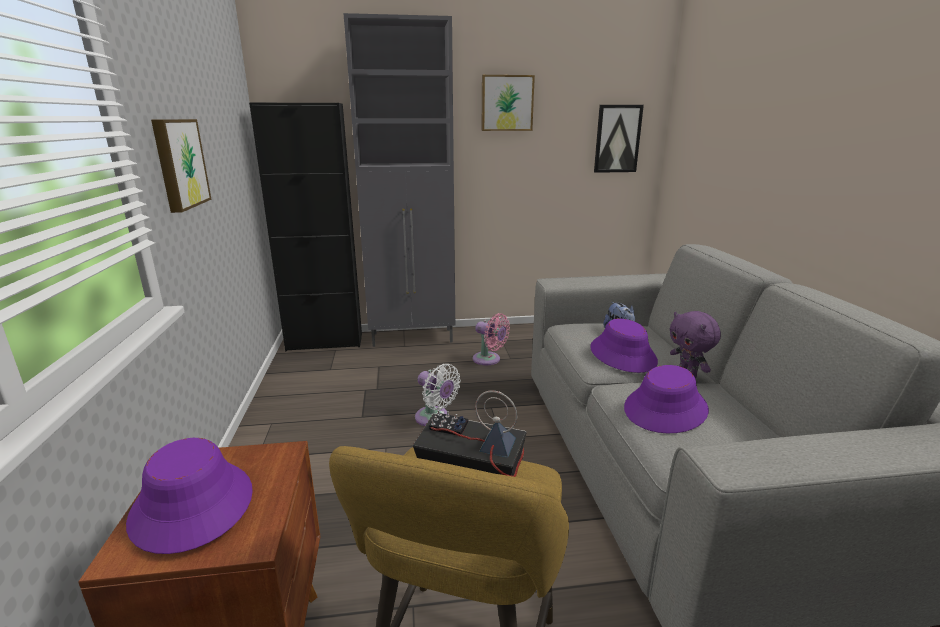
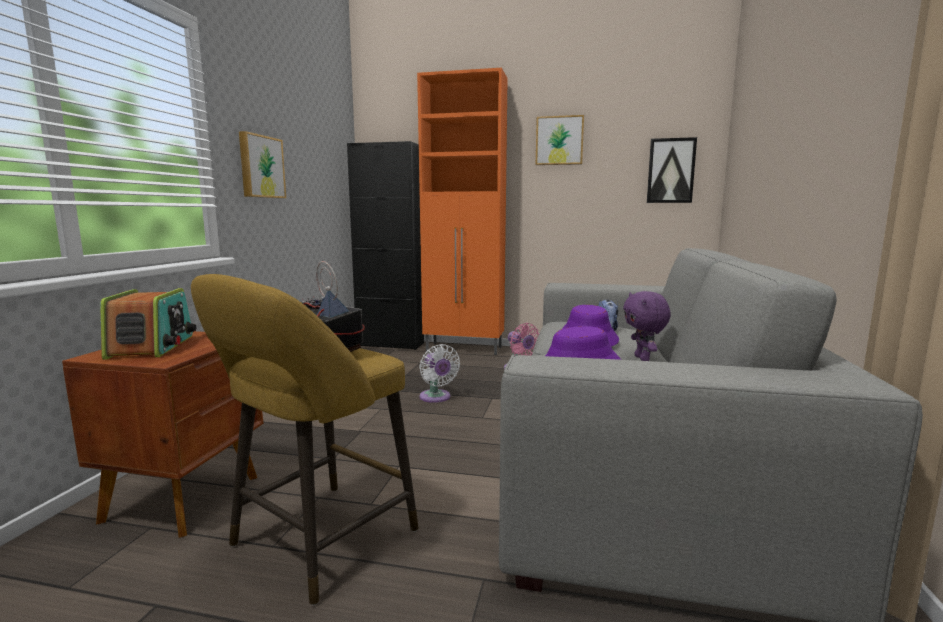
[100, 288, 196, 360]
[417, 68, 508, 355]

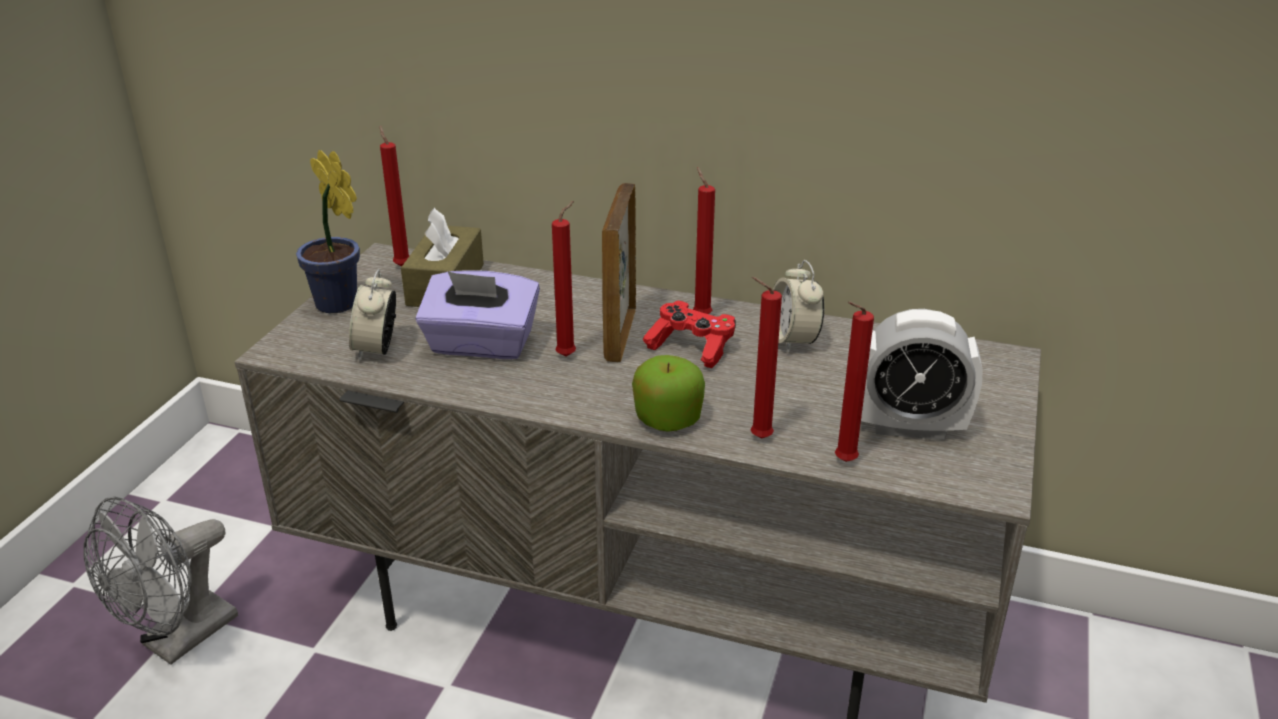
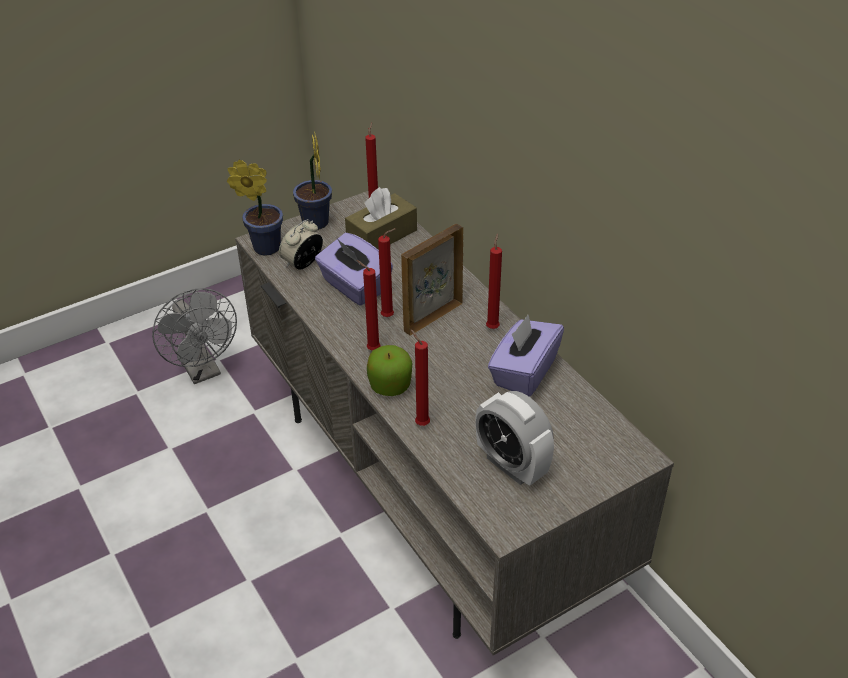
[643, 301, 736, 368] (first image)
[227, 160, 283, 255]
[356, 260, 380, 350]
[488, 315, 564, 397]
[152, 288, 237, 384]

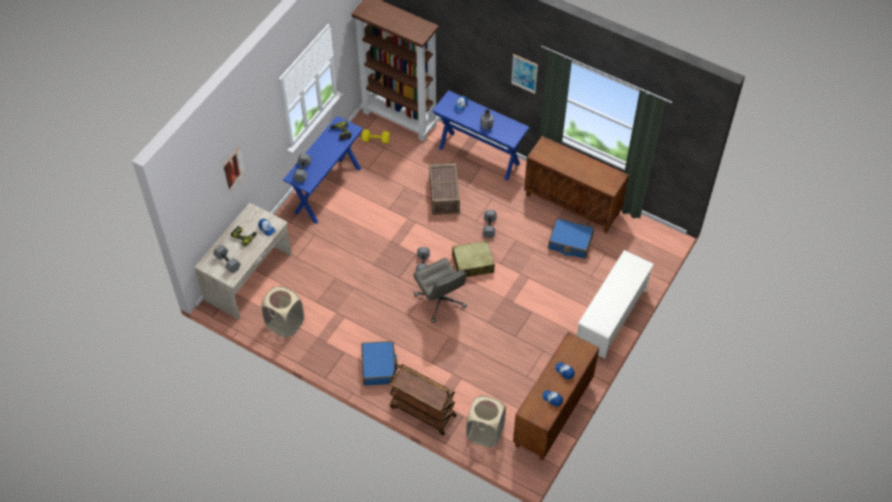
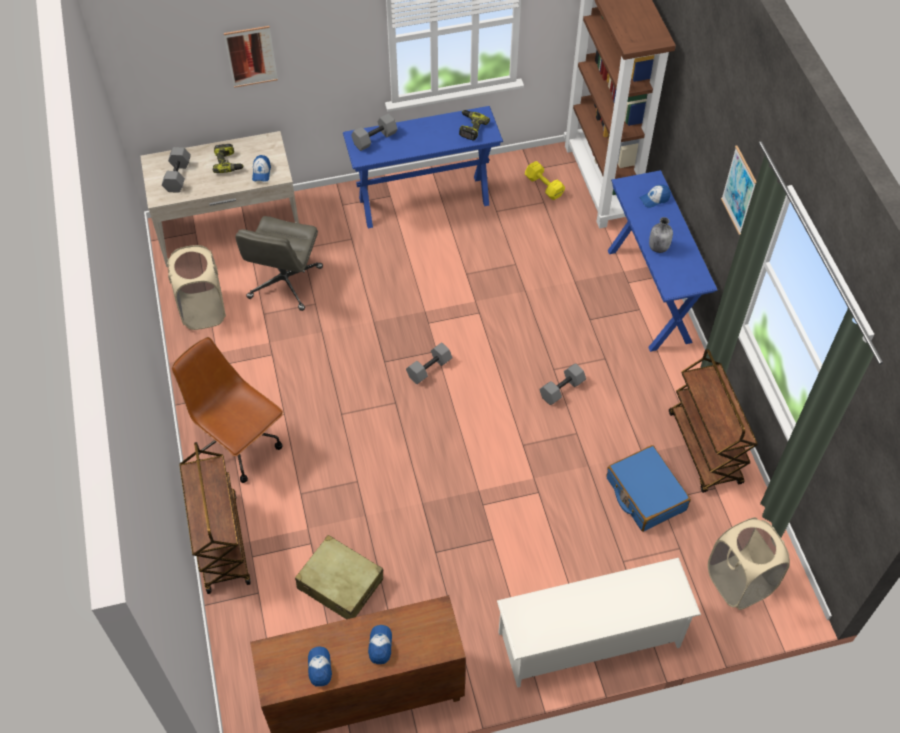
[429, 163, 460, 215] (first image)
[235, 216, 323, 311]
[295, 535, 383, 619]
[708, 517, 790, 610]
[172, 337, 284, 483]
[669, 349, 758, 493]

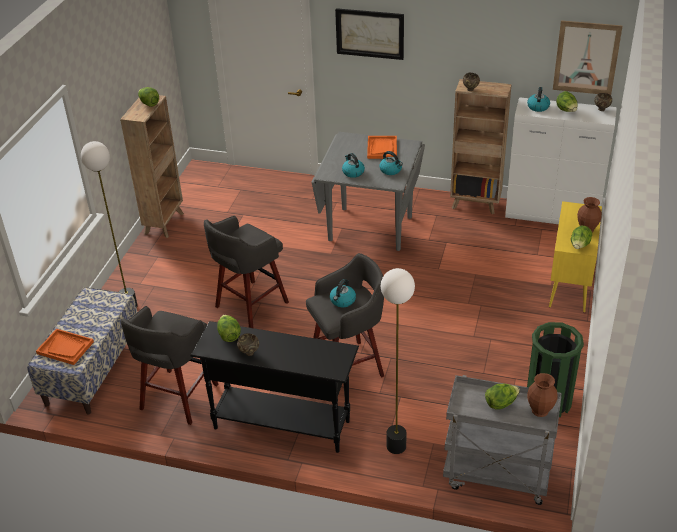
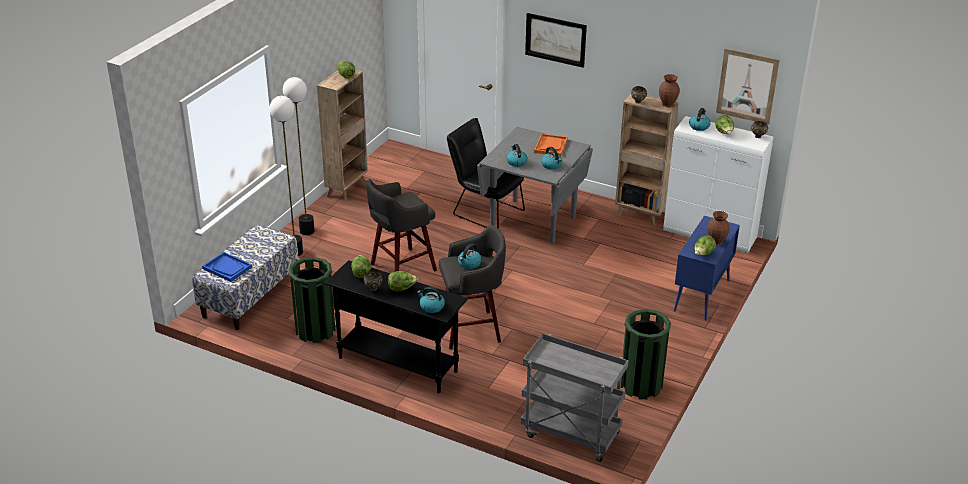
[417, 287, 445, 313]
[447, 118, 525, 229]
[283, 77, 315, 235]
[388, 271, 418, 292]
[659, 74, 680, 107]
[289, 257, 336, 343]
[202, 252, 252, 282]
[674, 216, 740, 321]

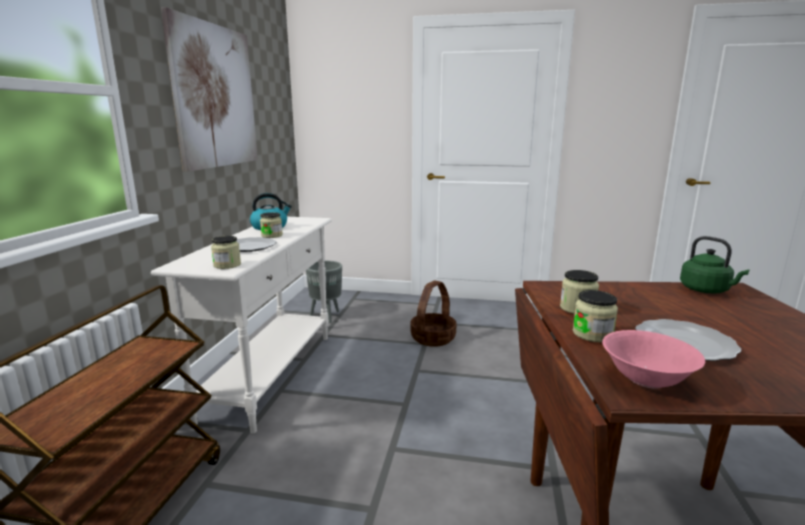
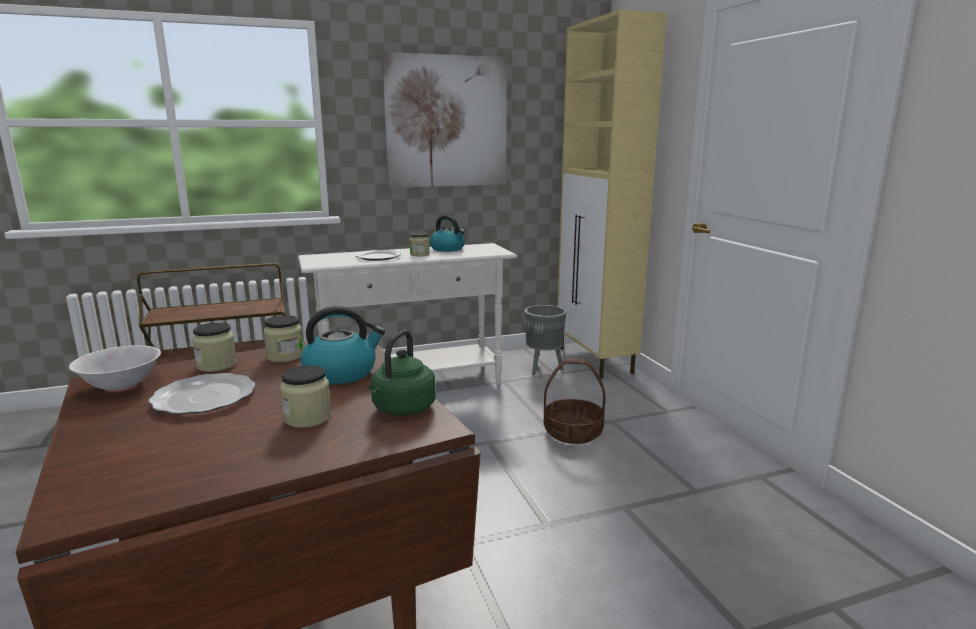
[300, 306, 385, 384]
[557, 9, 667, 379]
[280, 365, 331, 428]
[69, 345, 161, 392]

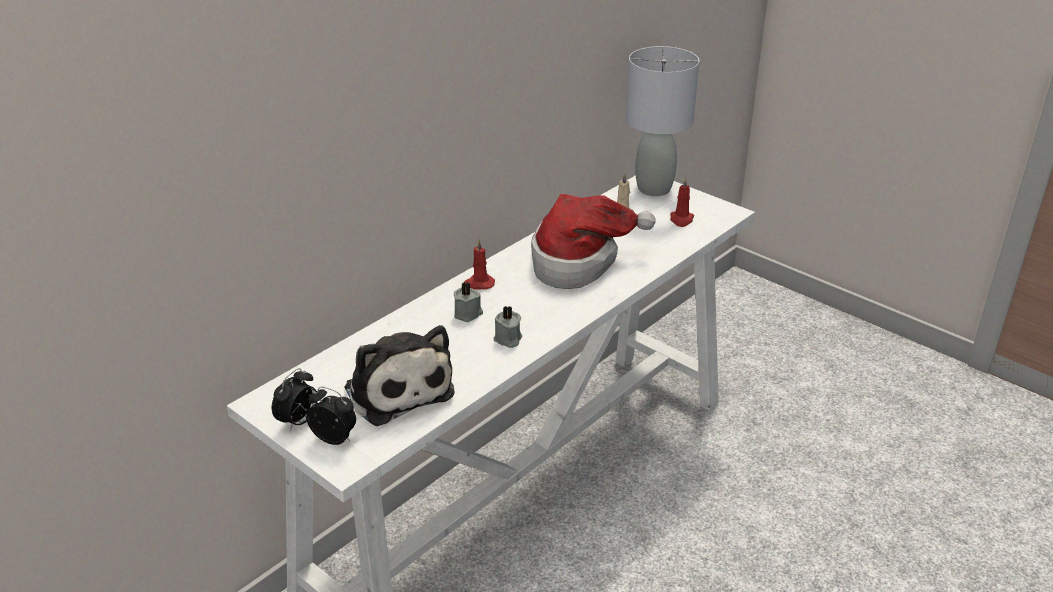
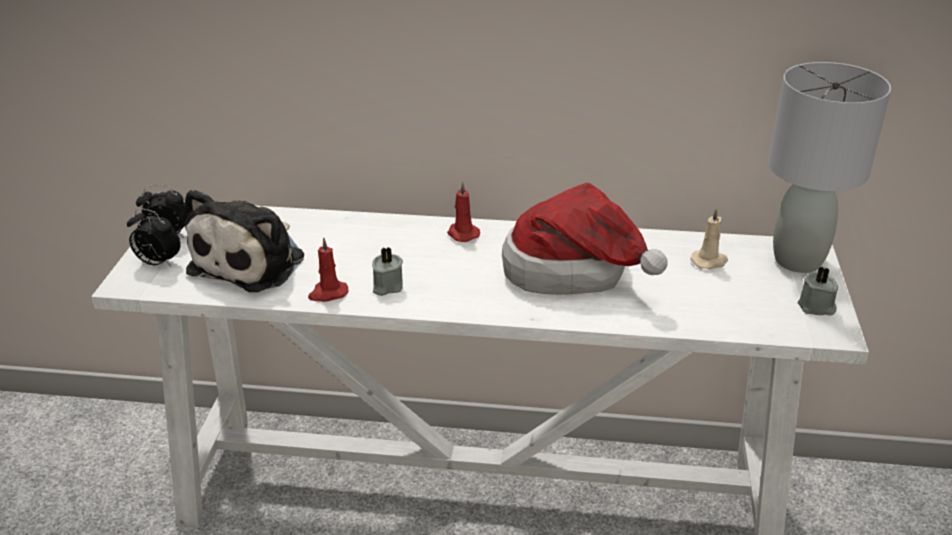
[798, 266, 838, 316]
[308, 237, 349, 302]
[127, 208, 181, 267]

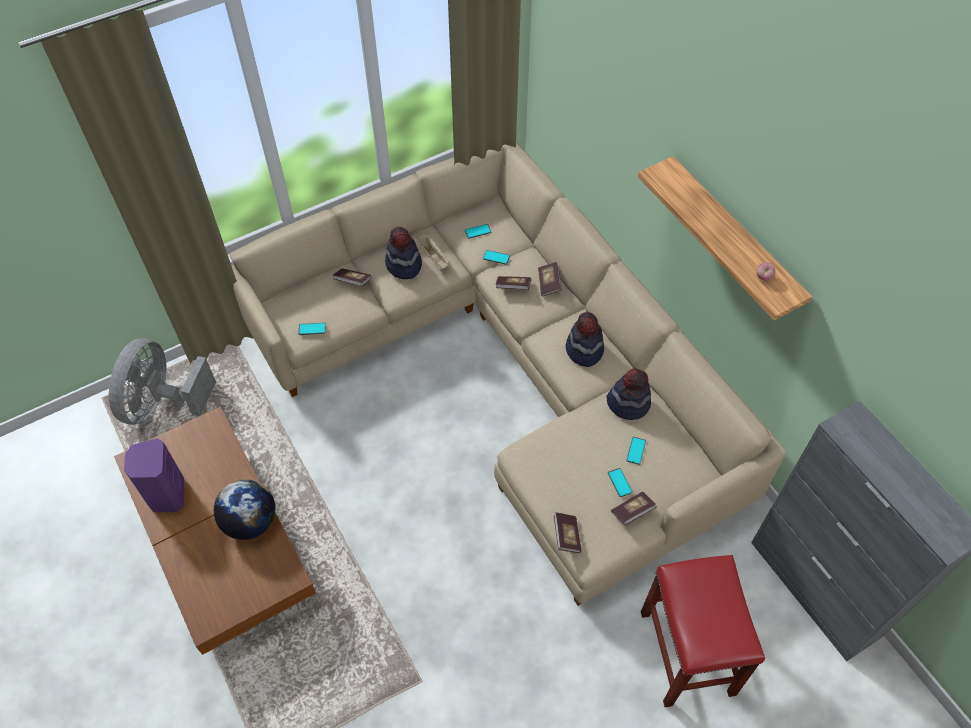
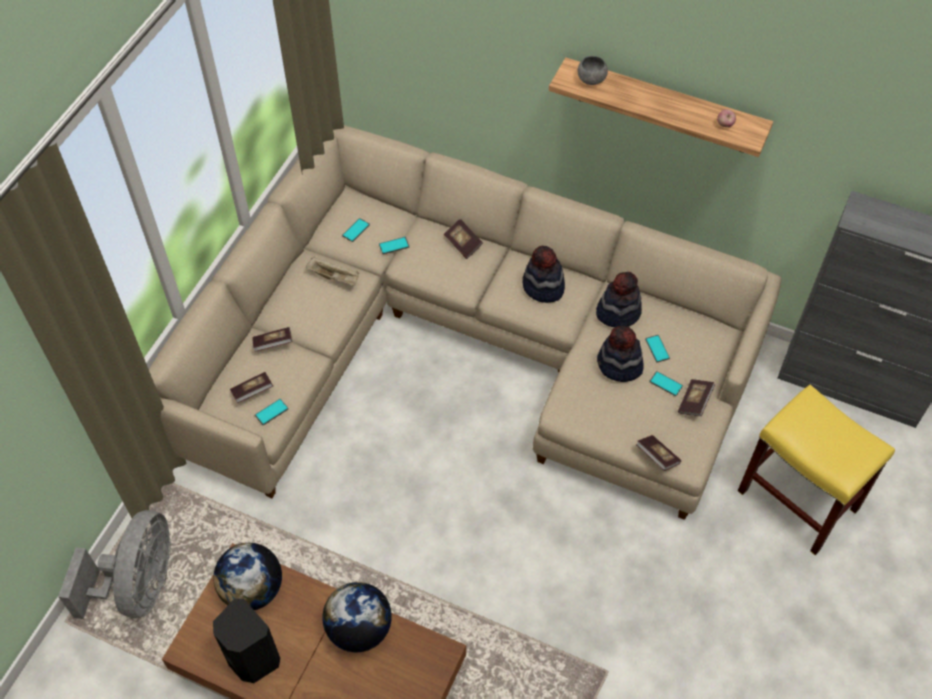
[213, 543, 282, 610]
[578, 56, 608, 85]
[597, 326, 644, 382]
[230, 372, 273, 403]
[213, 599, 280, 683]
[738, 384, 895, 555]
[58, 510, 171, 619]

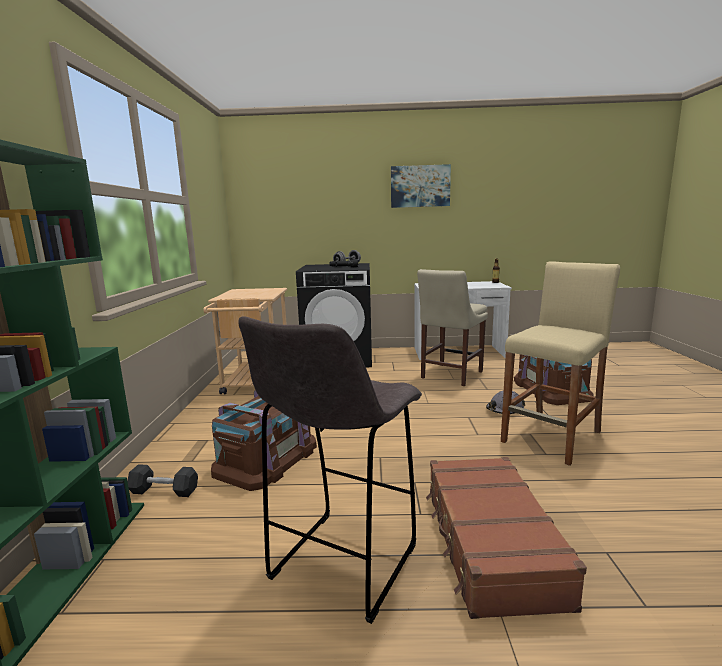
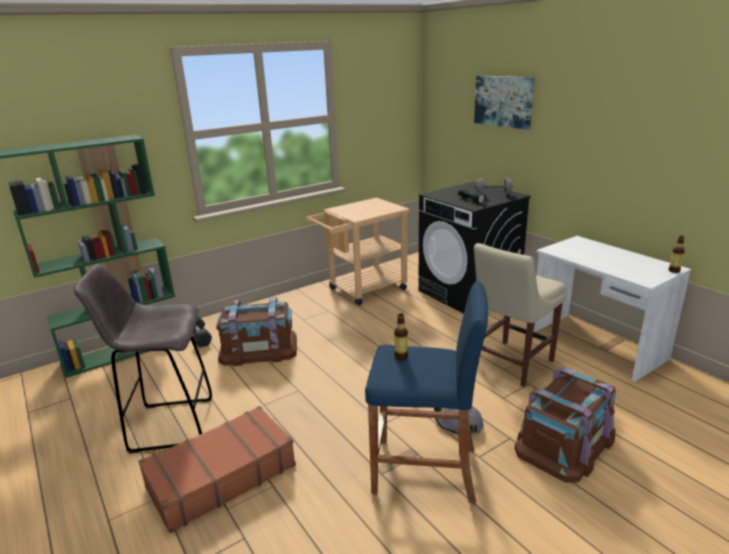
[394, 313, 408, 360]
[474, 76, 534, 130]
[365, 281, 488, 503]
[474, 243, 566, 387]

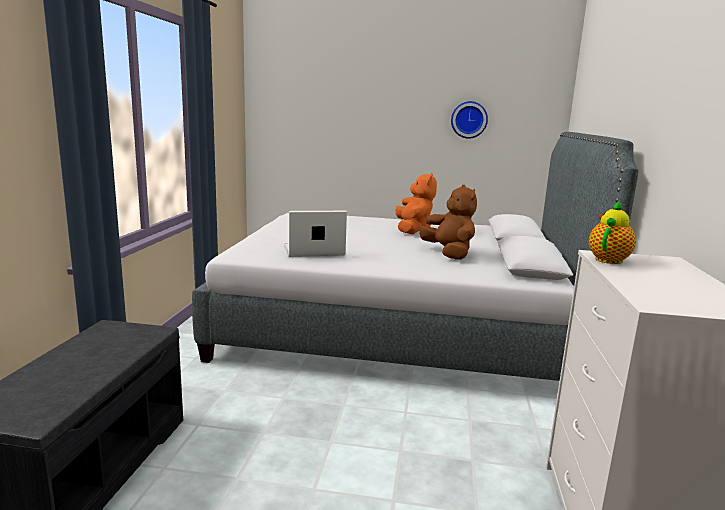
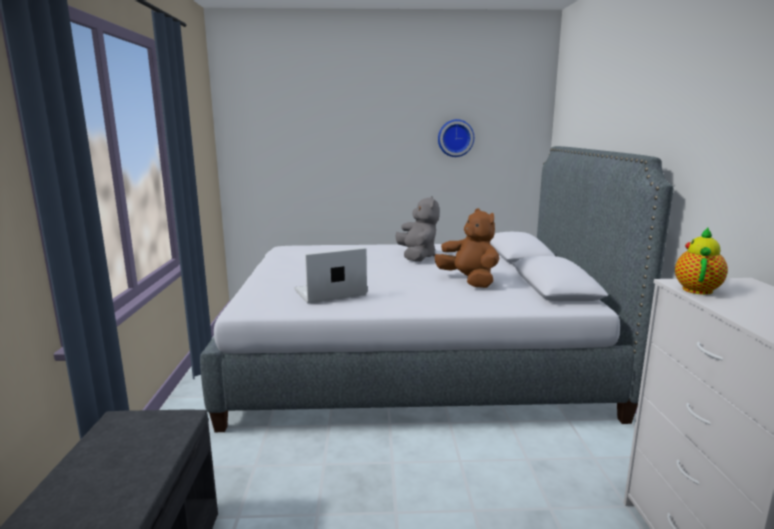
[395, 196, 439, 262]

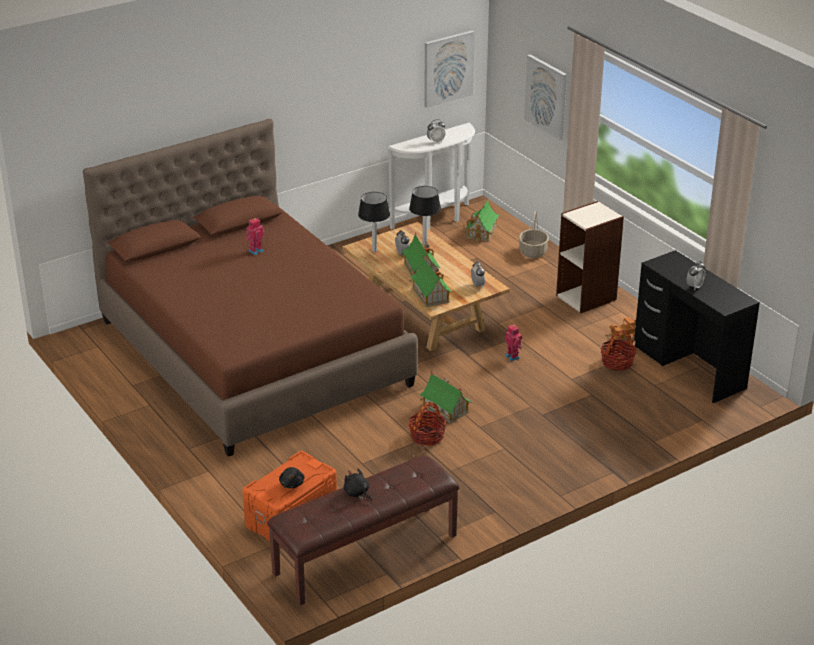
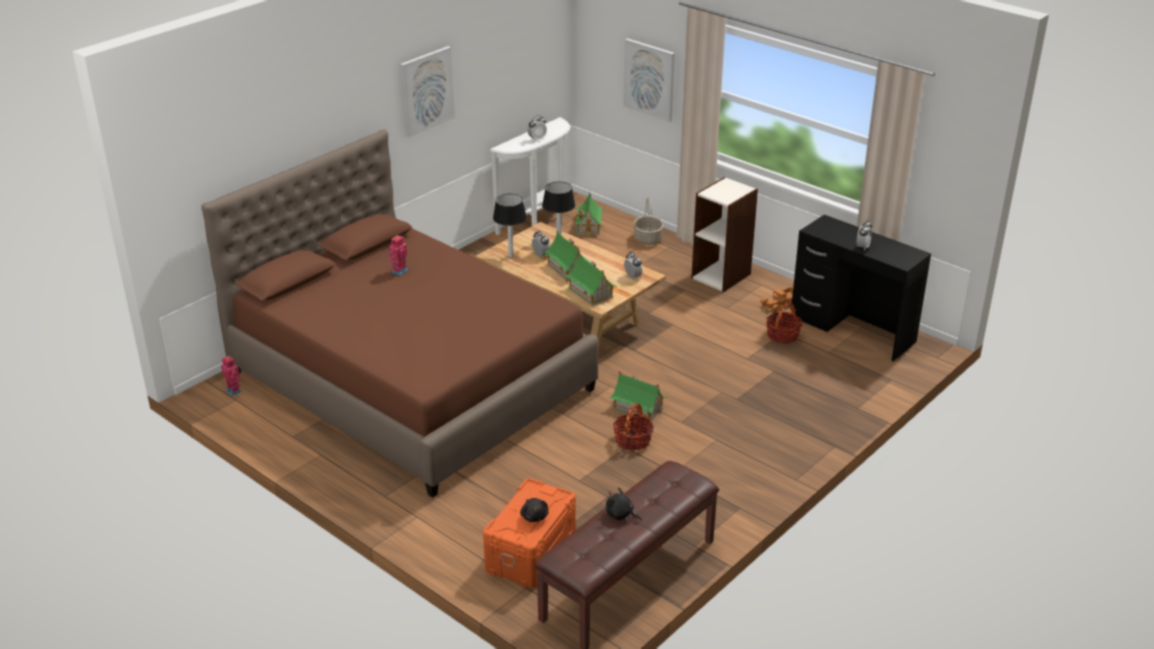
[400, 46, 455, 138]
[221, 356, 242, 396]

